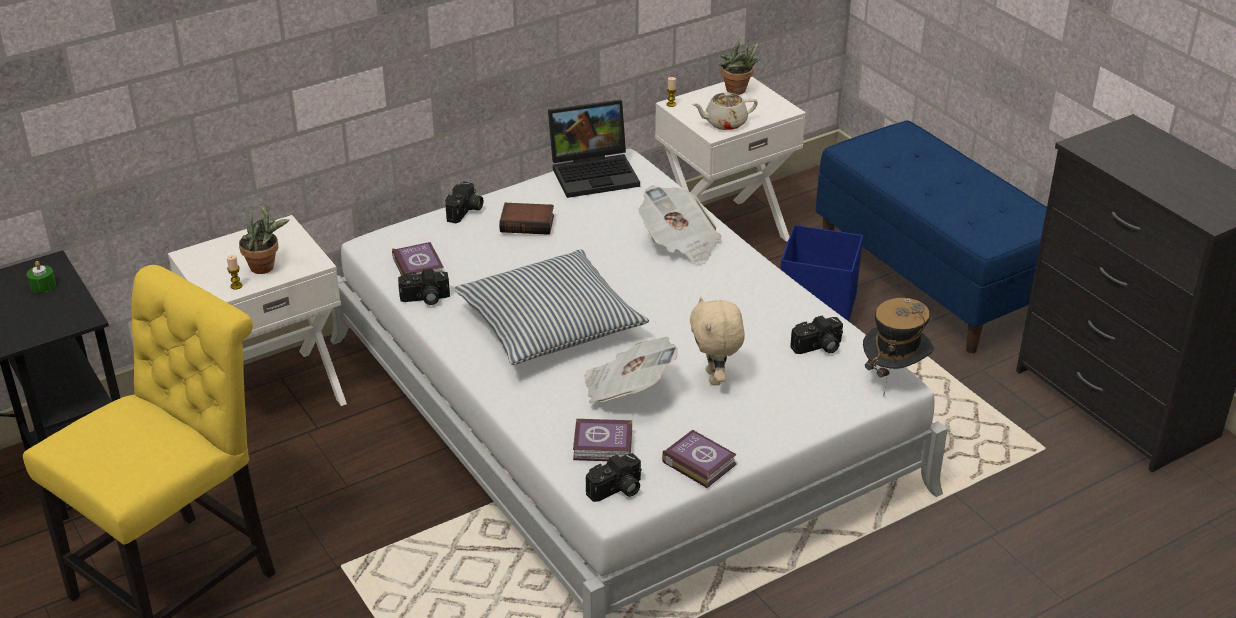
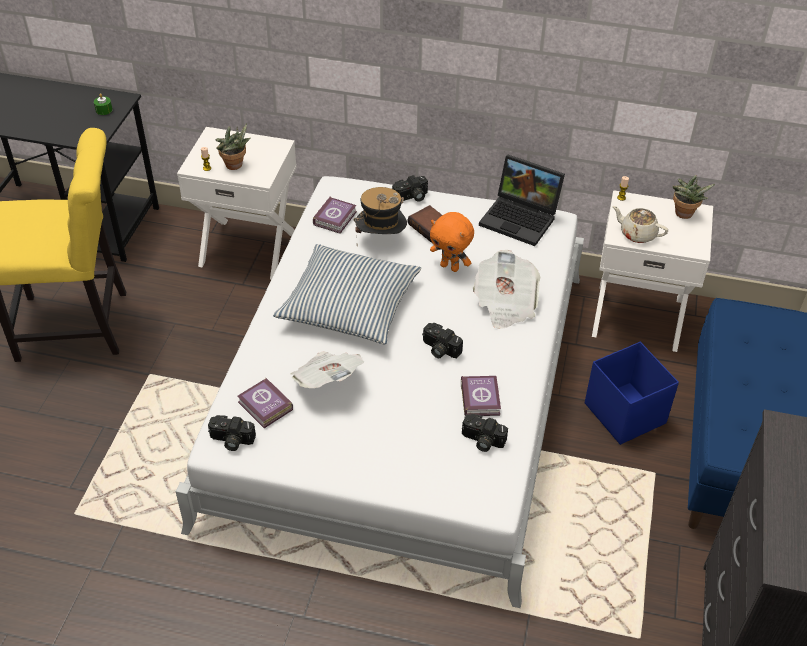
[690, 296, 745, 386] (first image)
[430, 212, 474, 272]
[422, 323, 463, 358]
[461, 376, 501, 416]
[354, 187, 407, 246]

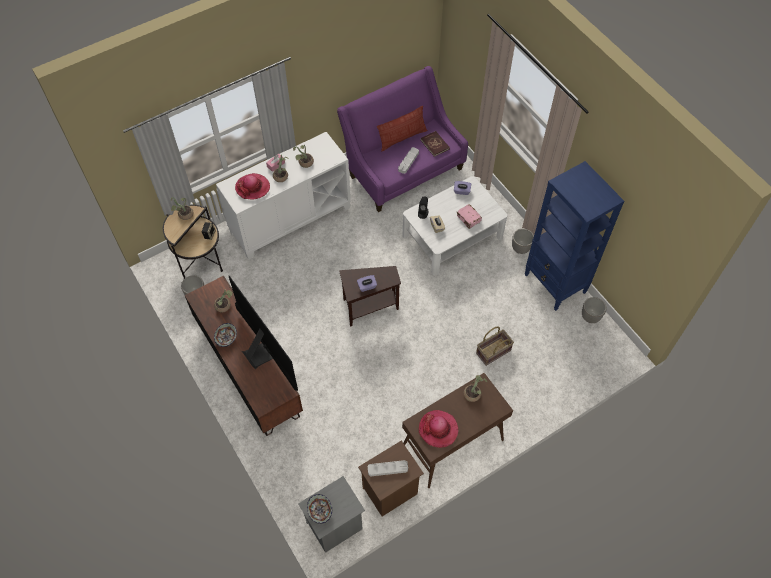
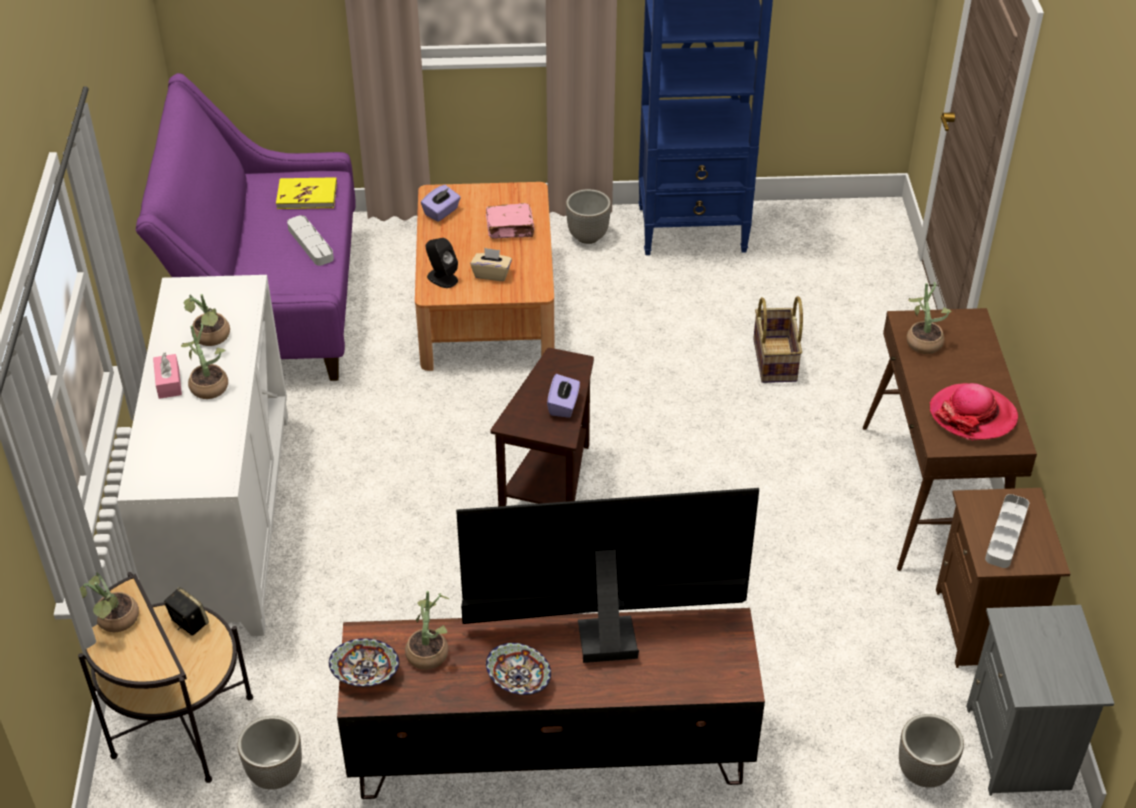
[235, 173, 270, 199] (first image)
[377, 106, 427, 151] (first image)
[329, 638, 399, 687]
[899, 714, 964, 788]
[415, 182, 555, 371]
[276, 177, 337, 209]

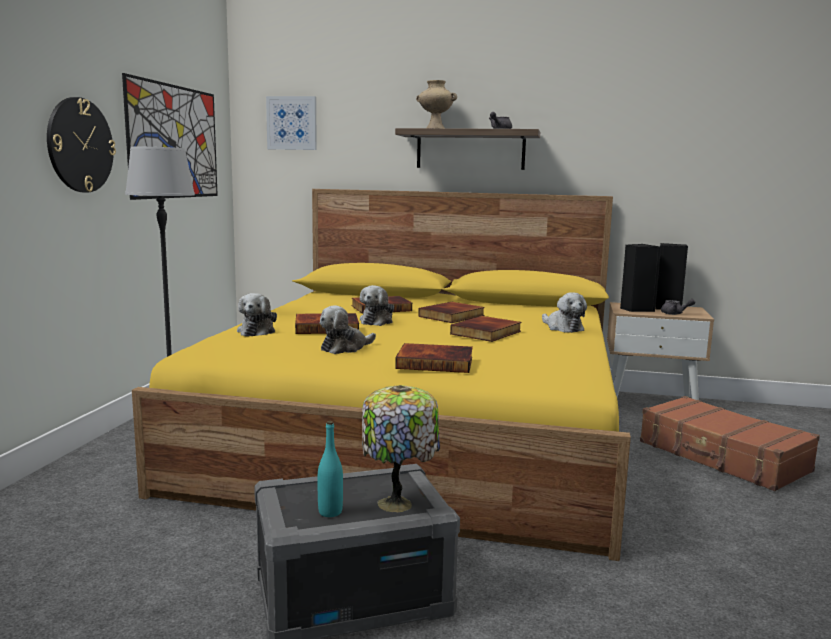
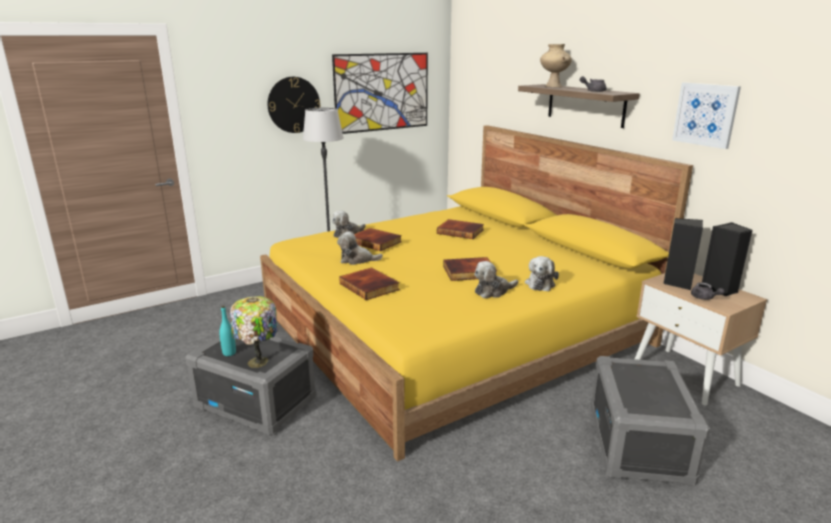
[418, 302, 485, 323] (first image)
[672, 82, 741, 149]
[474, 261, 518, 298]
[590, 356, 710, 486]

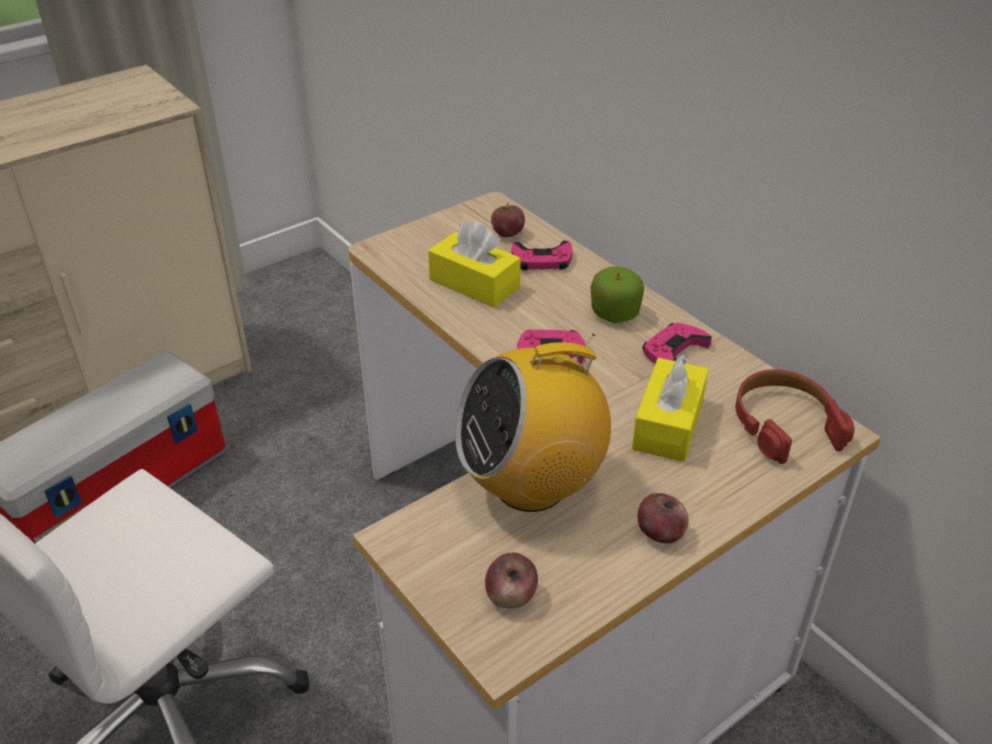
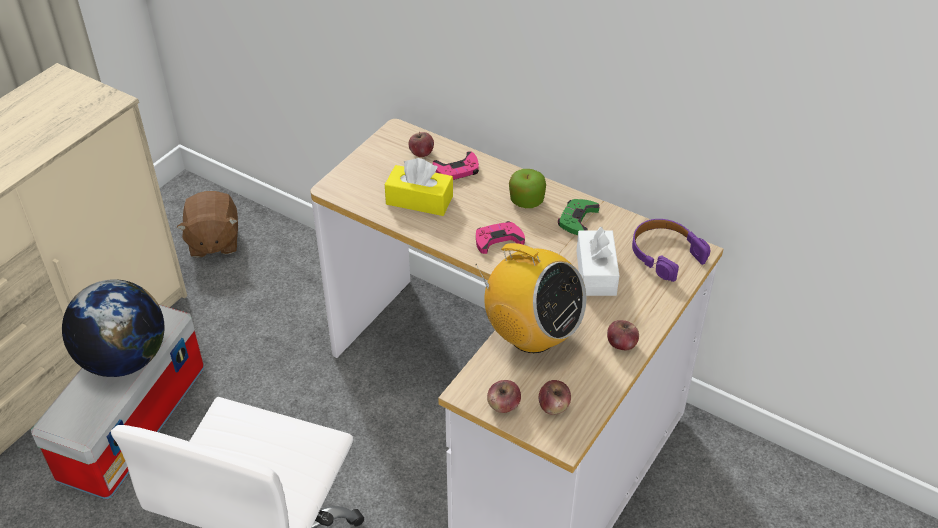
[62, 279, 164, 377]
[177, 191, 238, 258]
[487, 380, 521, 413]
[576, 227, 619, 296]
[558, 199, 600, 235]
[632, 219, 710, 282]
[475, 243, 586, 353]

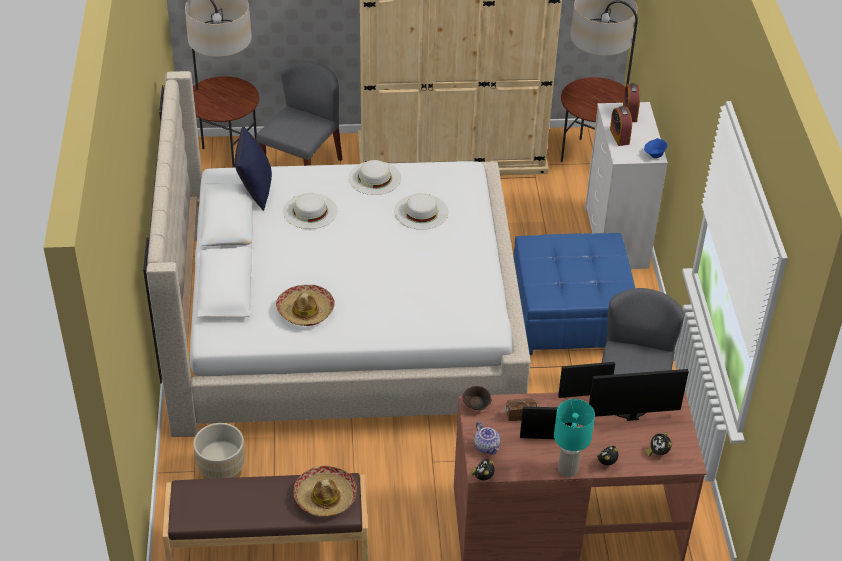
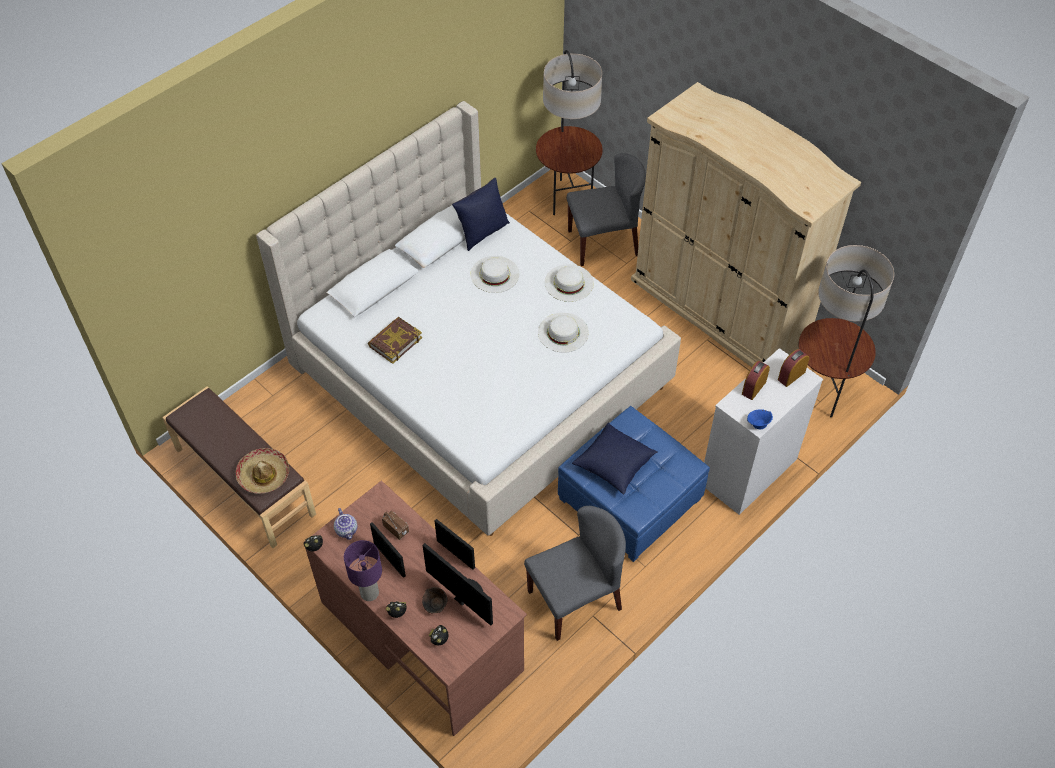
[193, 423, 245, 479] (first image)
[572, 423, 658, 494]
[422, 587, 447, 613]
[368, 317, 422, 364]
[344, 540, 382, 601]
[334, 508, 357, 540]

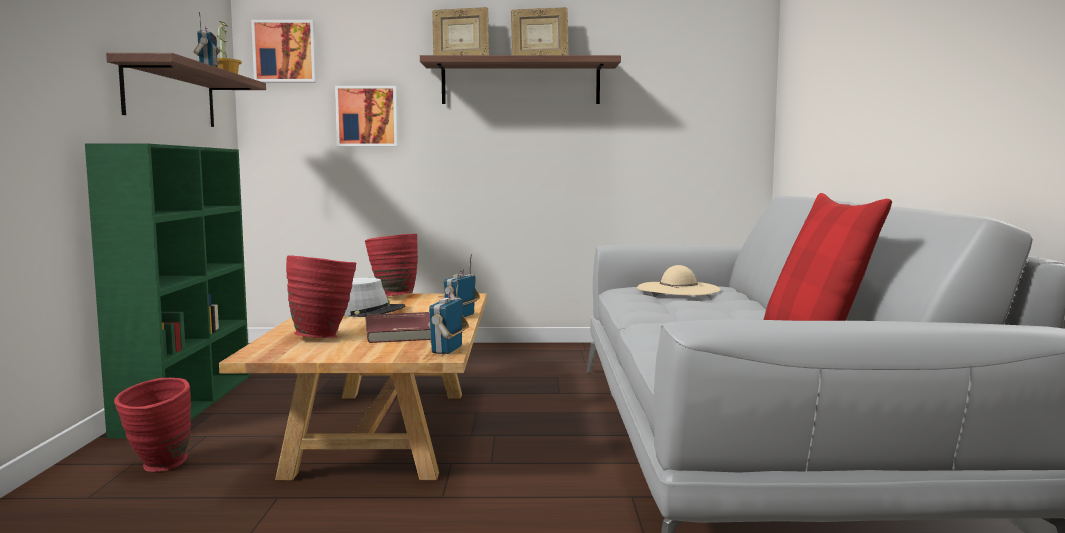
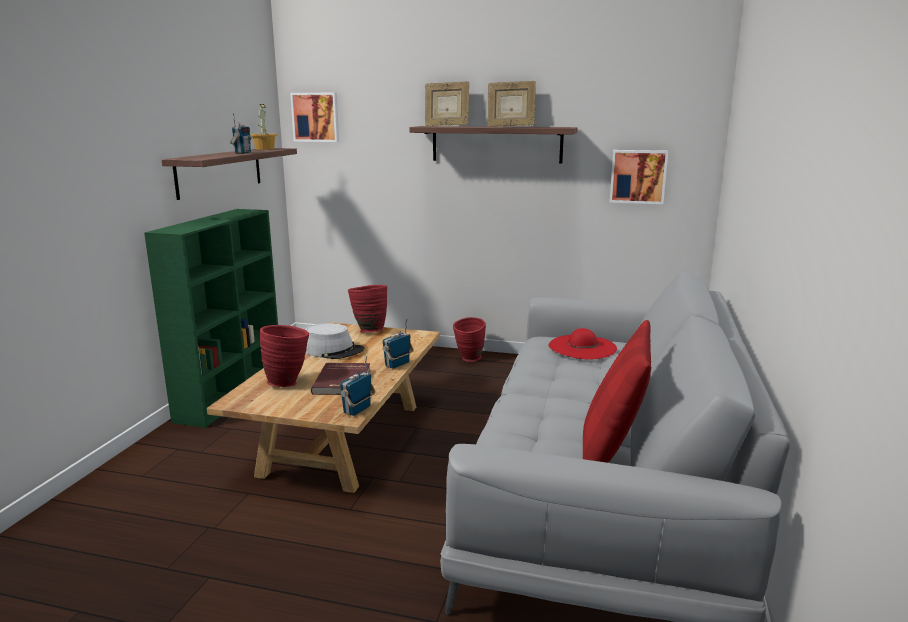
[453, 317, 486, 362]
[610, 150, 668, 204]
[549, 328, 617, 360]

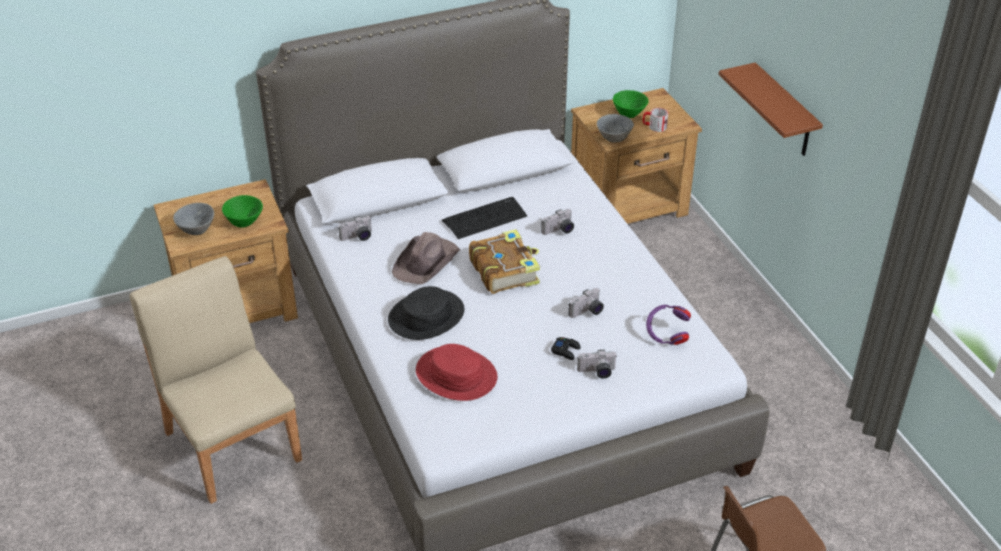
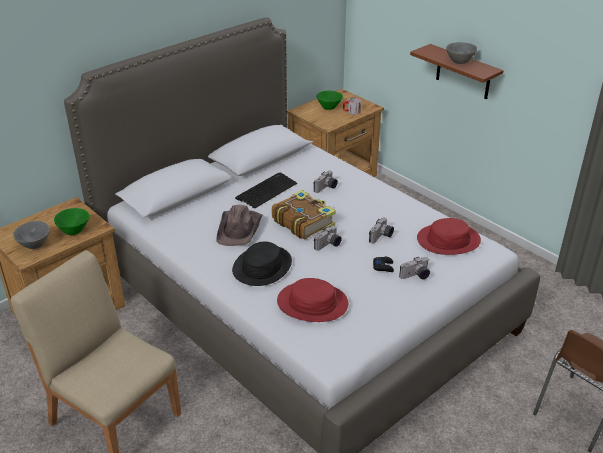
[314, 225, 342, 251]
[446, 42, 477, 64]
[417, 218, 481, 255]

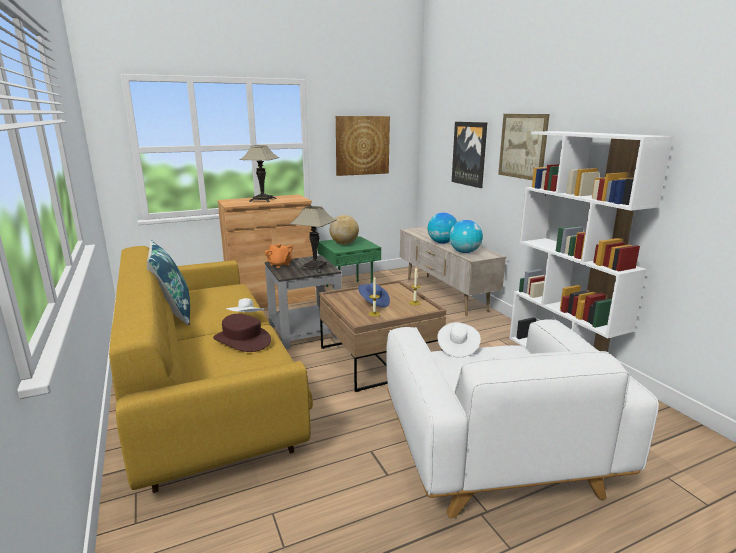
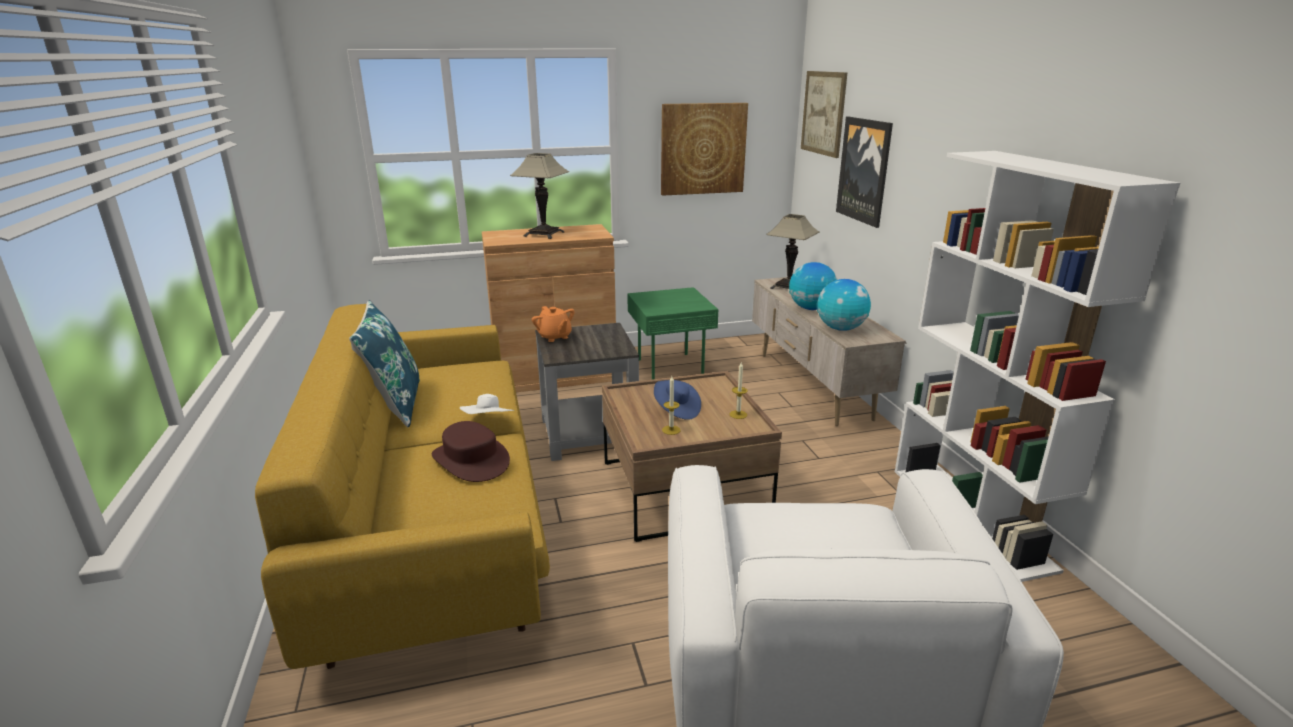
[330, 215, 359, 245] (first image)
[437, 322, 481, 358] (first image)
[766, 214, 819, 289]
[801, 71, 847, 158]

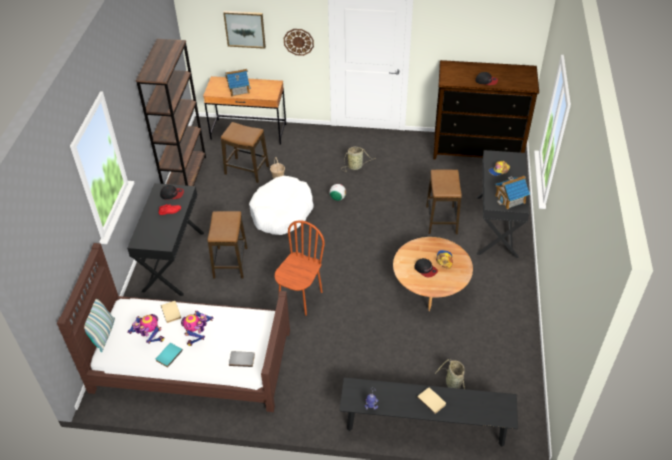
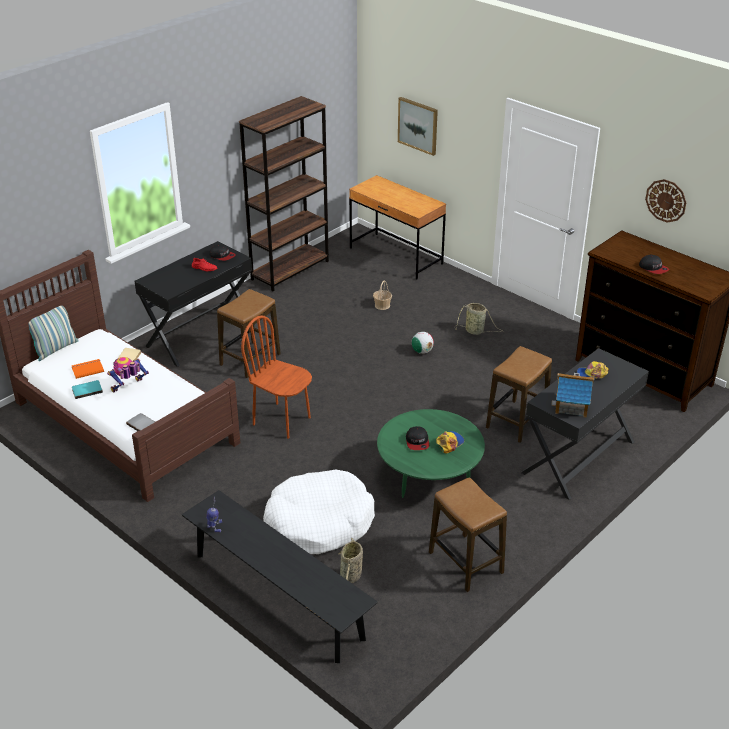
[225, 69, 251, 97] (first image)
[417, 387, 446, 414] (first image)
[429, 477, 507, 592]
[263, 470, 375, 554]
[645, 179, 686, 223]
[72, 359, 104, 379]
[377, 409, 485, 498]
[241, 315, 312, 439]

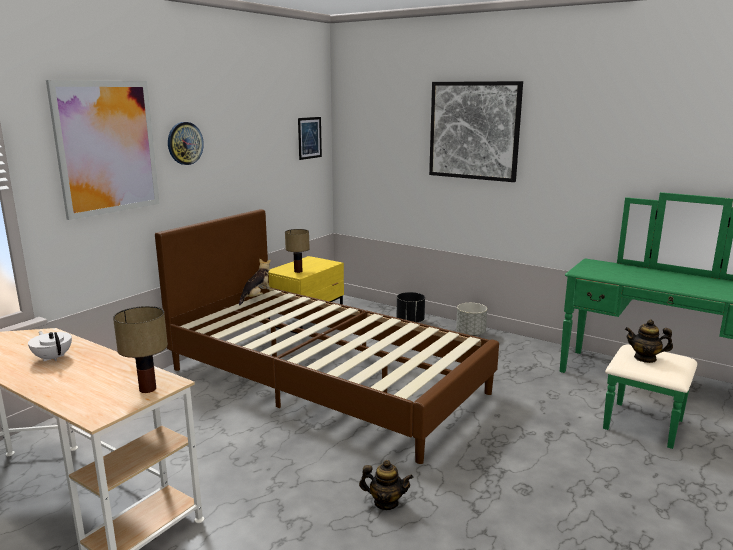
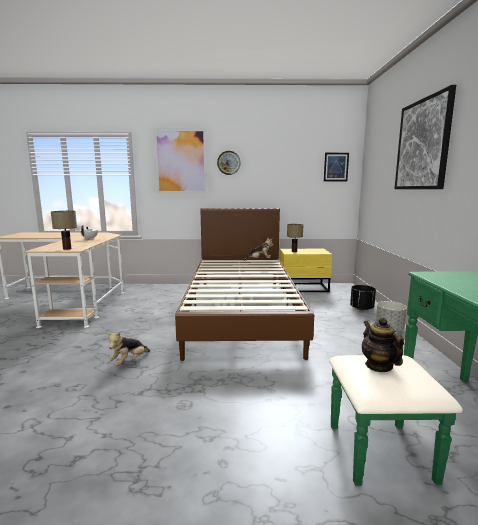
[107, 332, 150, 366]

